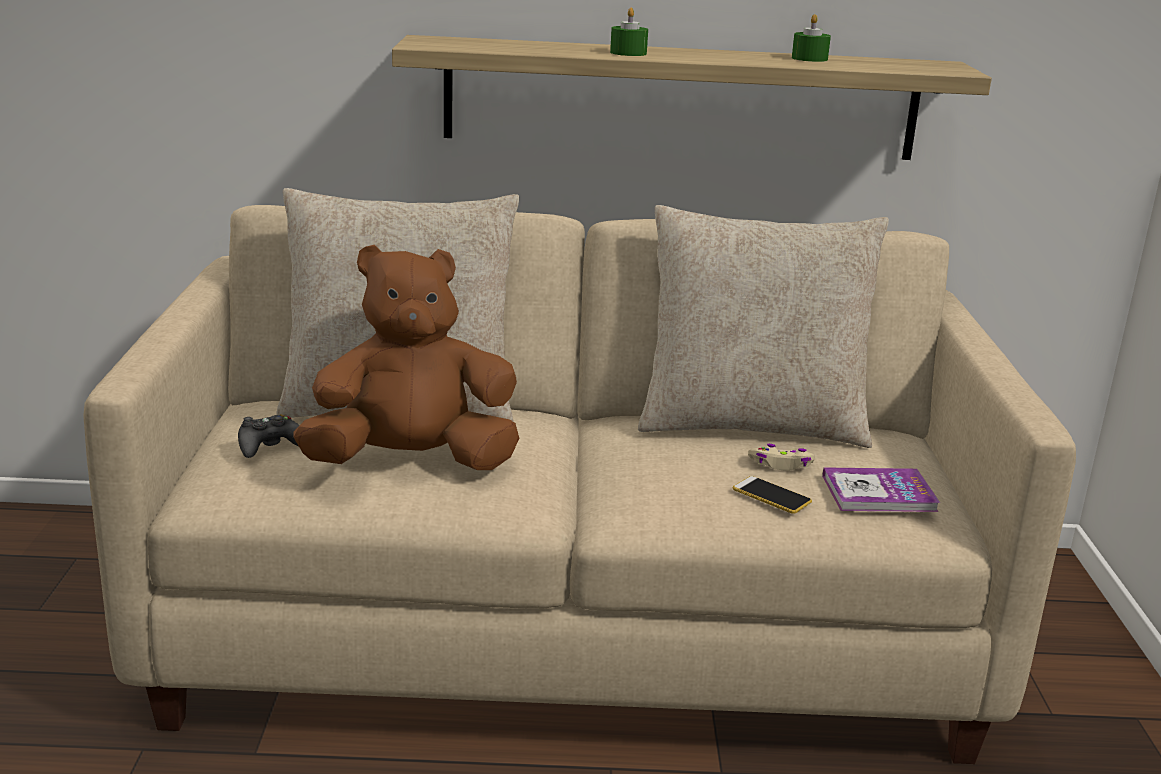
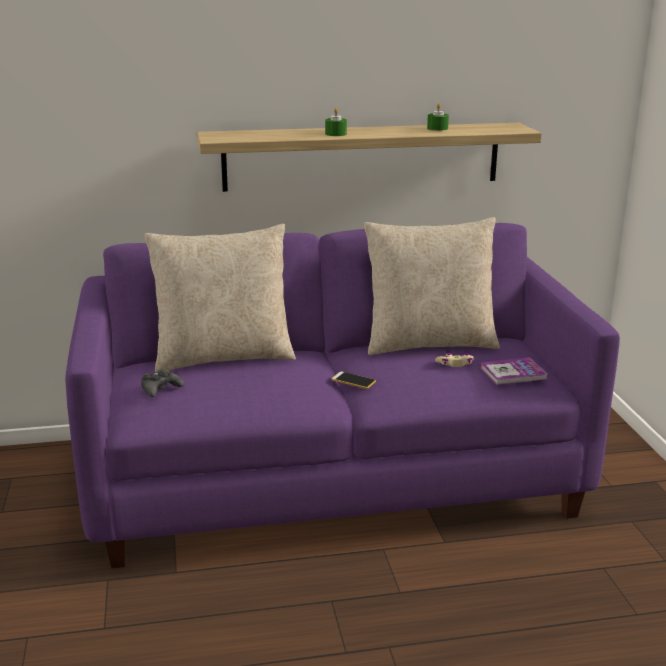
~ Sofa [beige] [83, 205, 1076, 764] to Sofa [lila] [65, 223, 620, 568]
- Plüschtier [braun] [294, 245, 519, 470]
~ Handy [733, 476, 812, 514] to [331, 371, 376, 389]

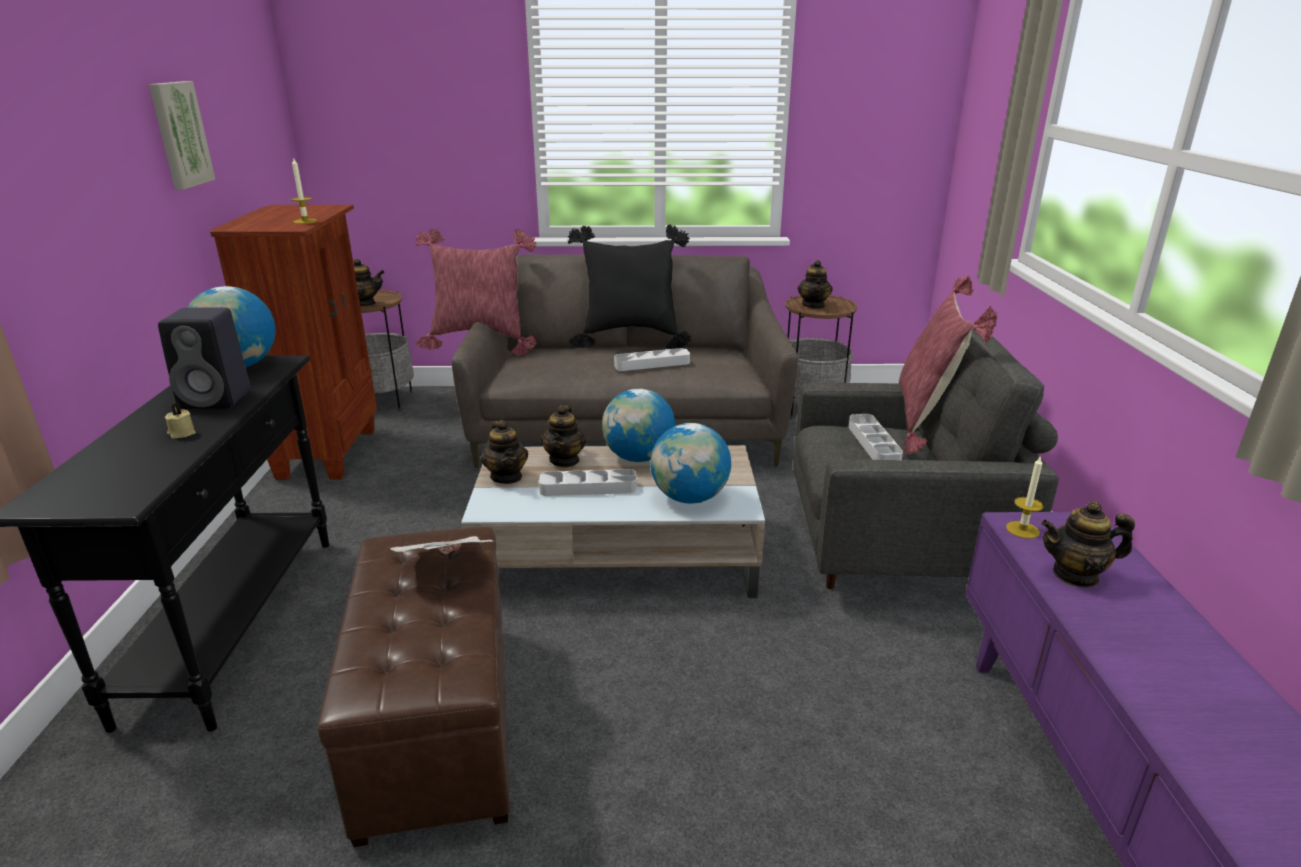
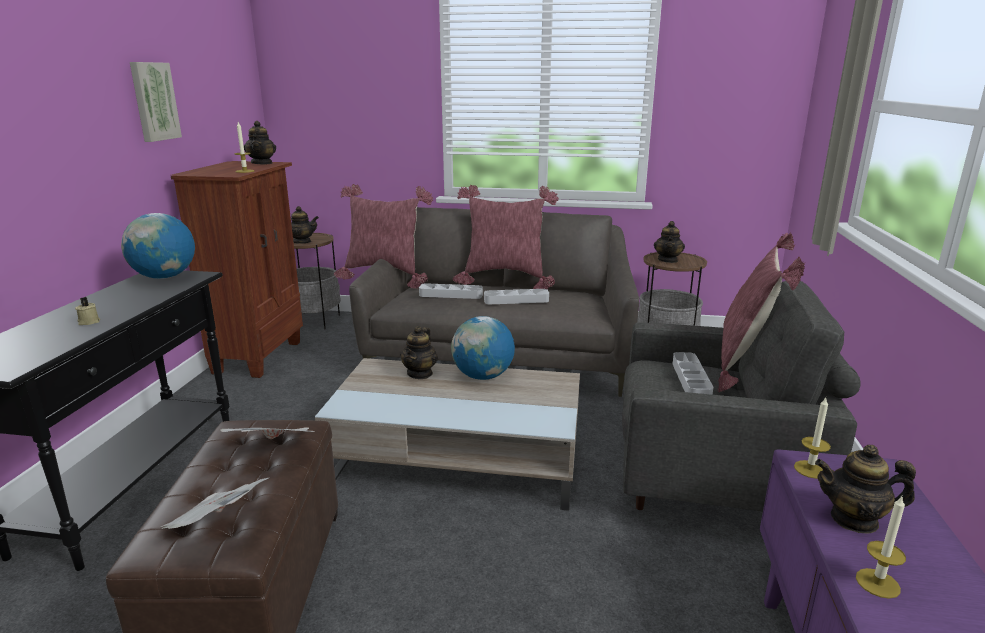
- Lautsprecher [schwarz] [158, 307, 251, 409]
~ Teekanne [481, 420, 528, 484] to [244, 121, 276, 164]
~ Tablett [grau] [539, 469, 637, 496] to [419, 283, 483, 299]
~ Kissen [schwarz] [567, 224, 691, 349] to Kissen [rot] [452, 185, 559, 289]
- Globus [651, 423, 731, 504]
+ Zeitung [161, 478, 269, 529]
+ Kerze [856, 497, 906, 599]

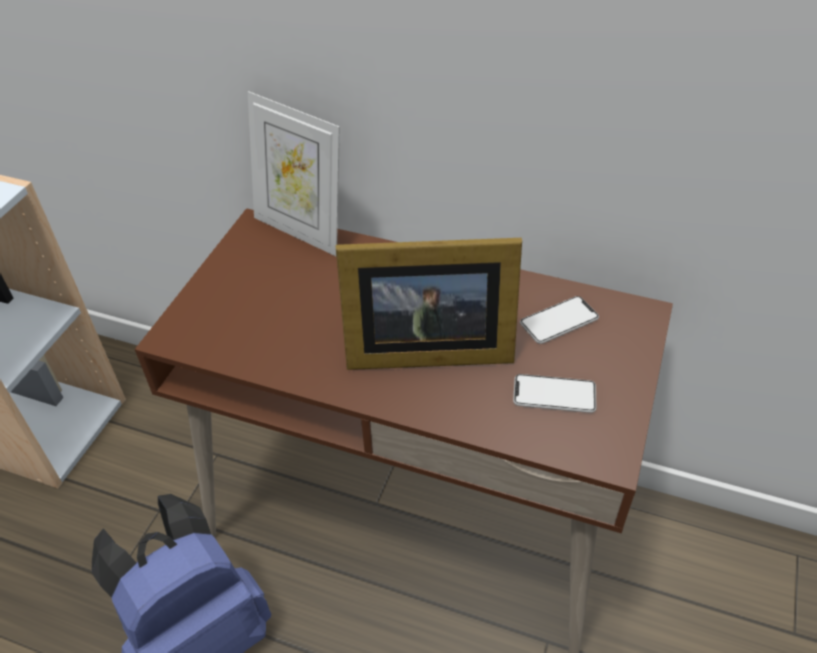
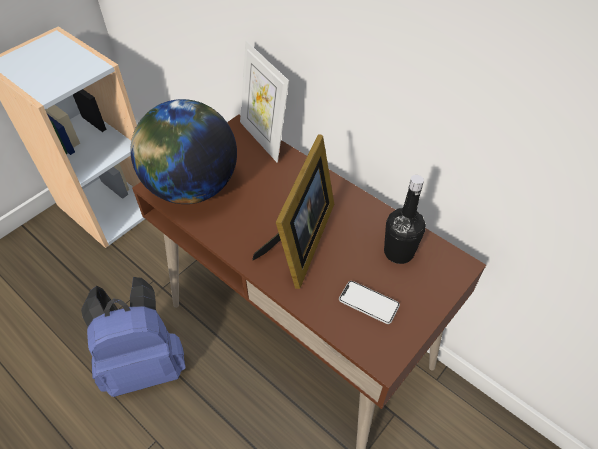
~ Bilderrahmen [336, 238, 522, 370] = [252, 134, 334, 289] 90 degrees counterclockwise
~ Handy [520, 296, 599, 344] to Flasche [schwarz] [384, 175, 426, 264]
+ Globus [130, 99, 237, 204]

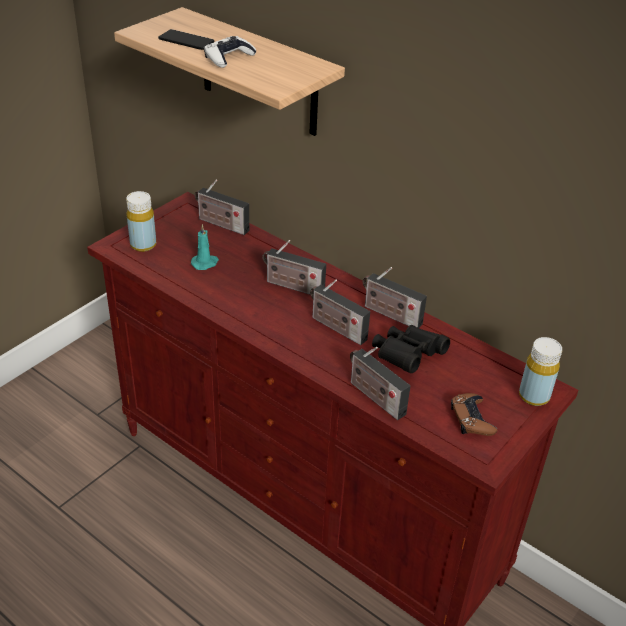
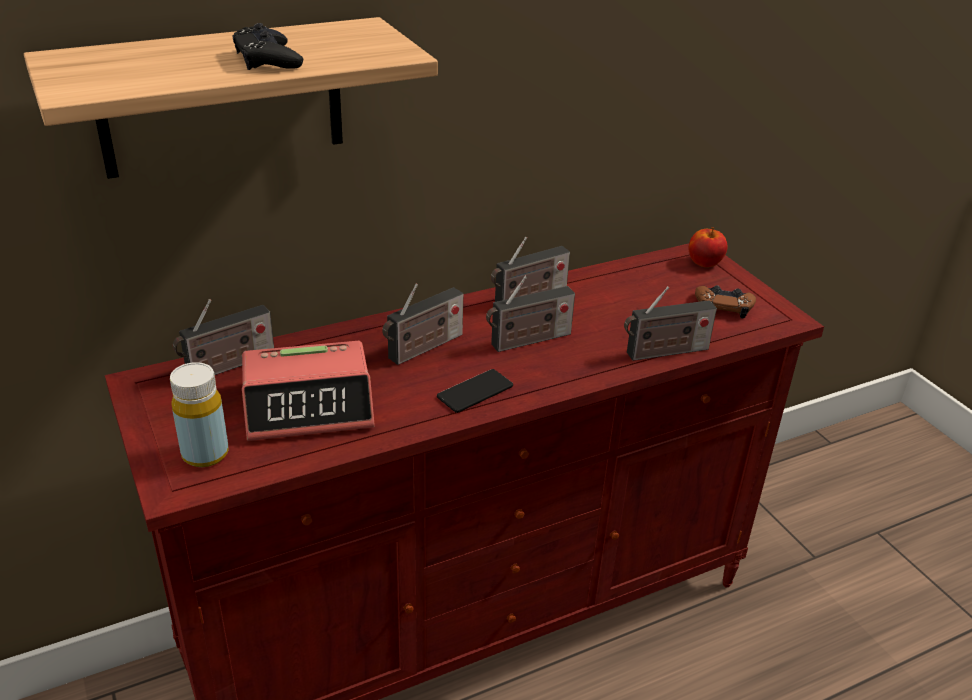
~ Handy [158, 29, 214, 50] to [437, 369, 513, 413]
~ Kerze [türkis] [191, 224, 219, 270] to Wecker [242, 341, 374, 441]
~ Gamepad [weiß] [204, 36, 256, 68] to Gamepad [schwarz] [232, 23, 303, 70]
- Fernglas [schwarz] [372, 325, 450, 373]
~ Flasche [gelb] [519, 337, 562, 406] to Apfel [689, 227, 728, 267]

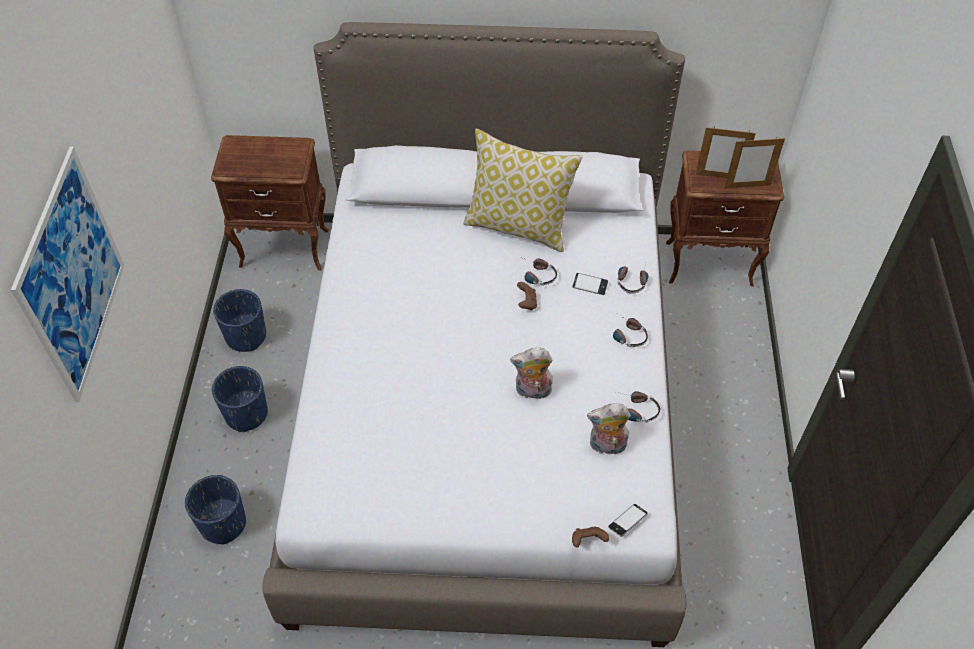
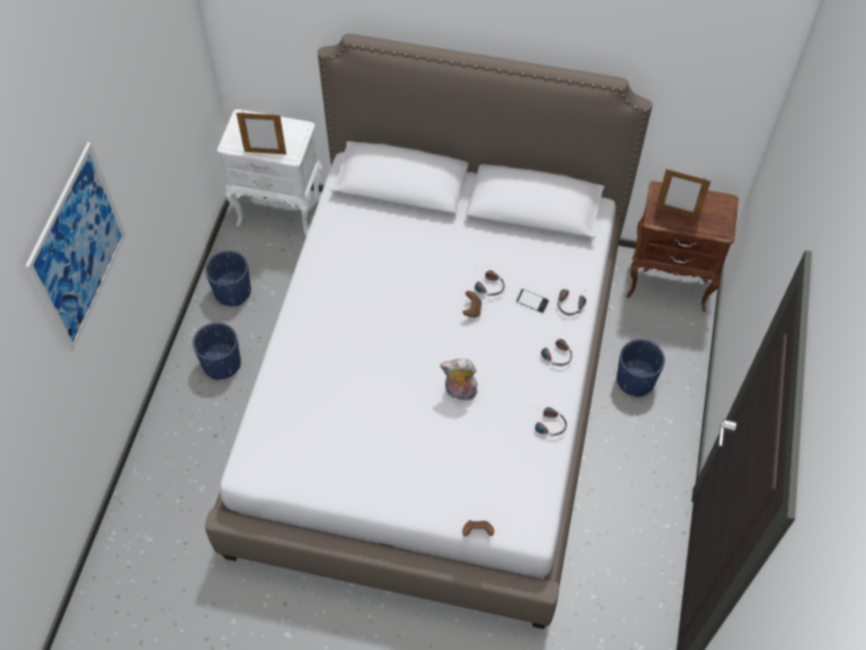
~ Pflanzkübel [blau] [185, 475, 246, 545] to [617, 339, 665, 397]
~ Nachttisch [braun] [211, 135, 329, 271] to Nachttisch [weiß] [217, 109, 322, 236]
- Kissen [464, 129, 583, 252]
- Plüschtier [587, 403, 631, 454]
- Handy [608, 504, 648, 536]
~ Bilderrahmen [724, 138, 785, 189] to [236, 111, 286, 154]

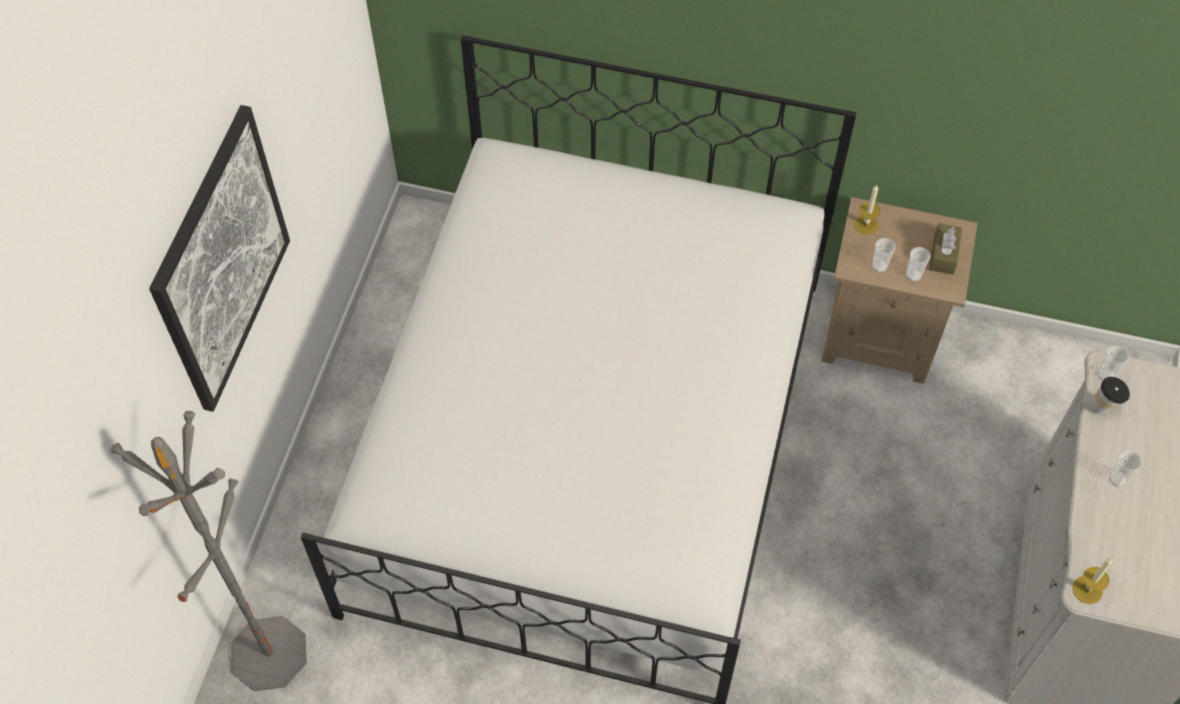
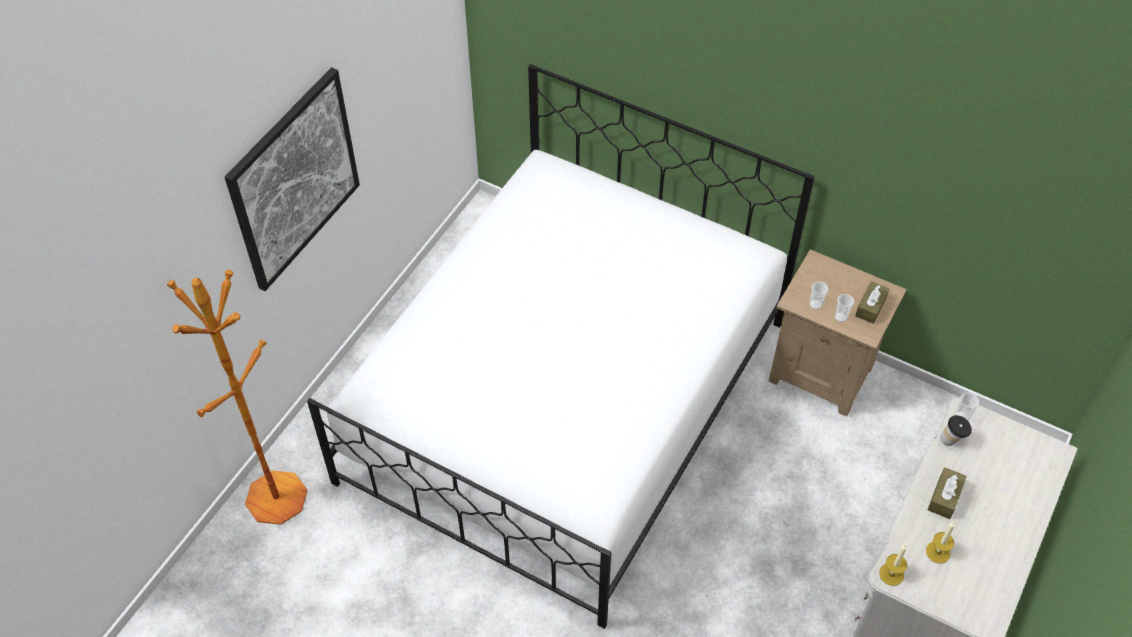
~ Kleiderständer [grau] [110, 411, 307, 691] to Kleiderständer [orange] [167, 270, 308, 525]
~ Kerze [854, 185, 880, 235] to [926, 522, 955, 563]
~ Tasse [1109, 451, 1142, 487] to Taschentuchbox [braun] [928, 467, 967, 519]

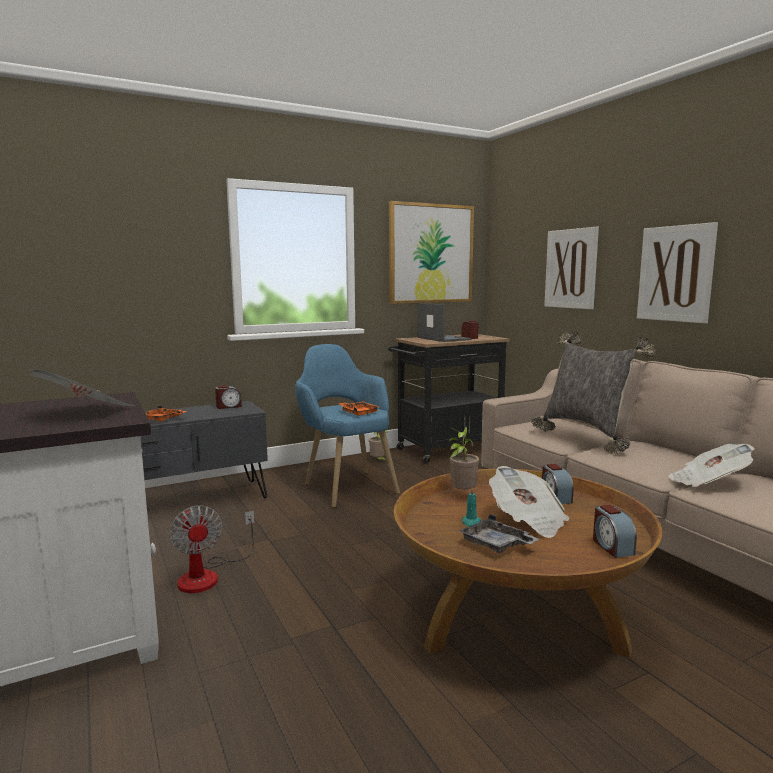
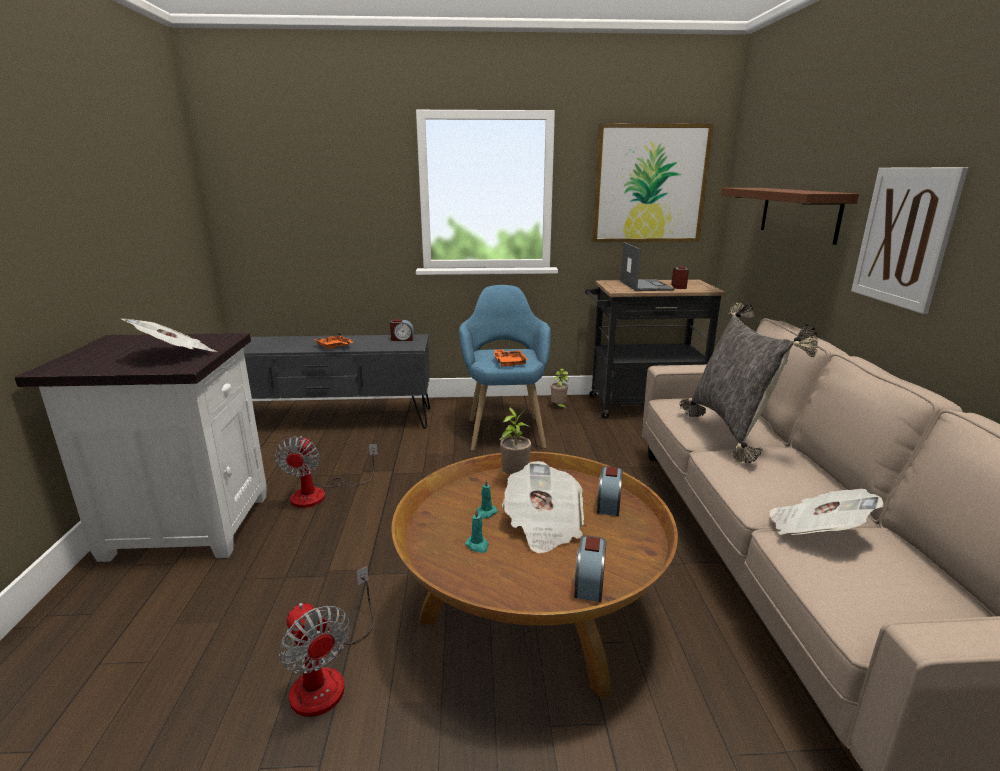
~ Tablett [grau] [459, 514, 539, 553] to Kerze [türkis] [465, 509, 488, 553]
~ Bild [544, 227, 599, 309] to Wandregal [braun] [721, 188, 859, 245]
+ Ventilator [279, 566, 374, 717]

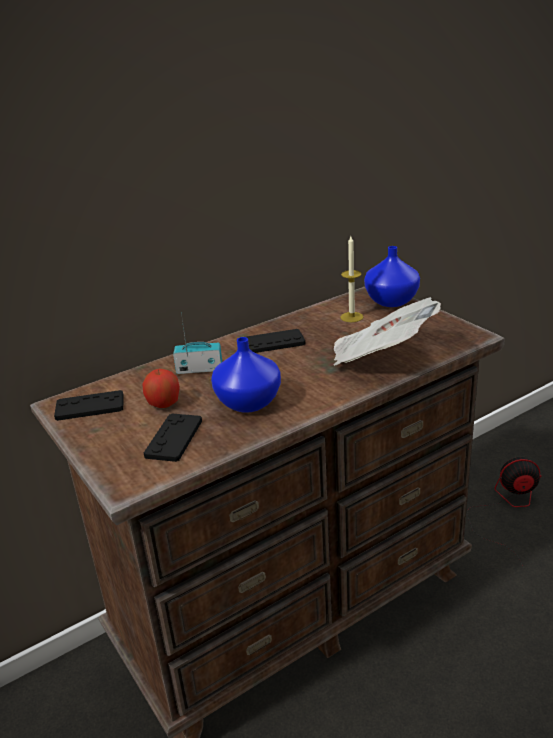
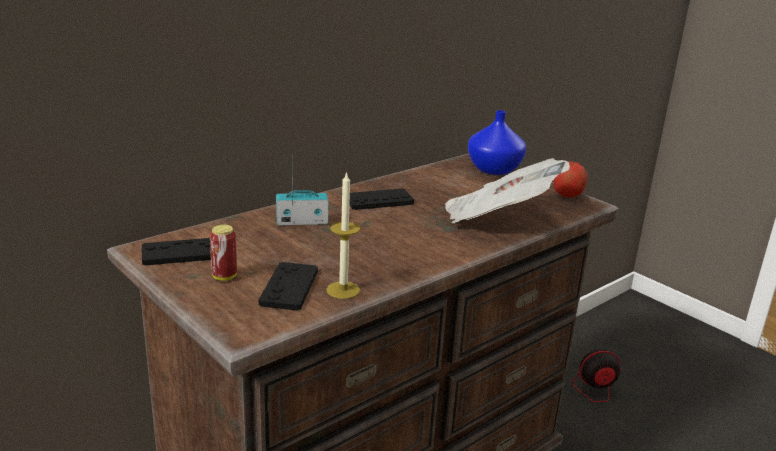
~ Apfel [142, 369, 180, 408] to [554, 161, 588, 198]
- Vase [blau] [211, 337, 281, 413]
~ Kerze [341, 236, 363, 322] to [326, 171, 360, 299]
+ Dose [210, 225, 237, 281]

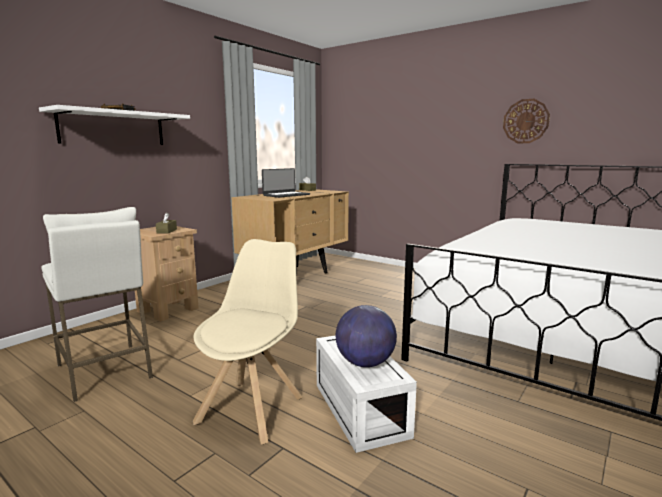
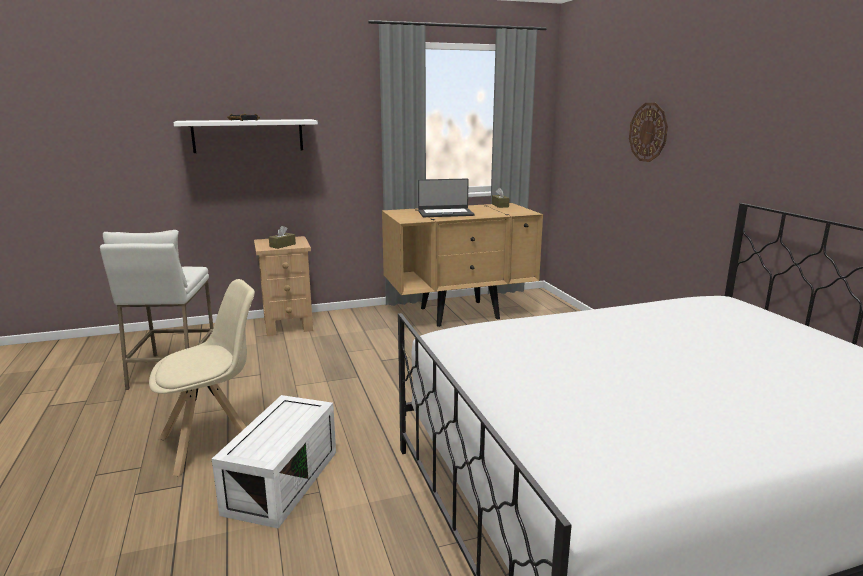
- Globus [336, 305, 397, 367]
~ Wanduhr [503, 99, 550, 143] to [629, 103, 668, 162]

